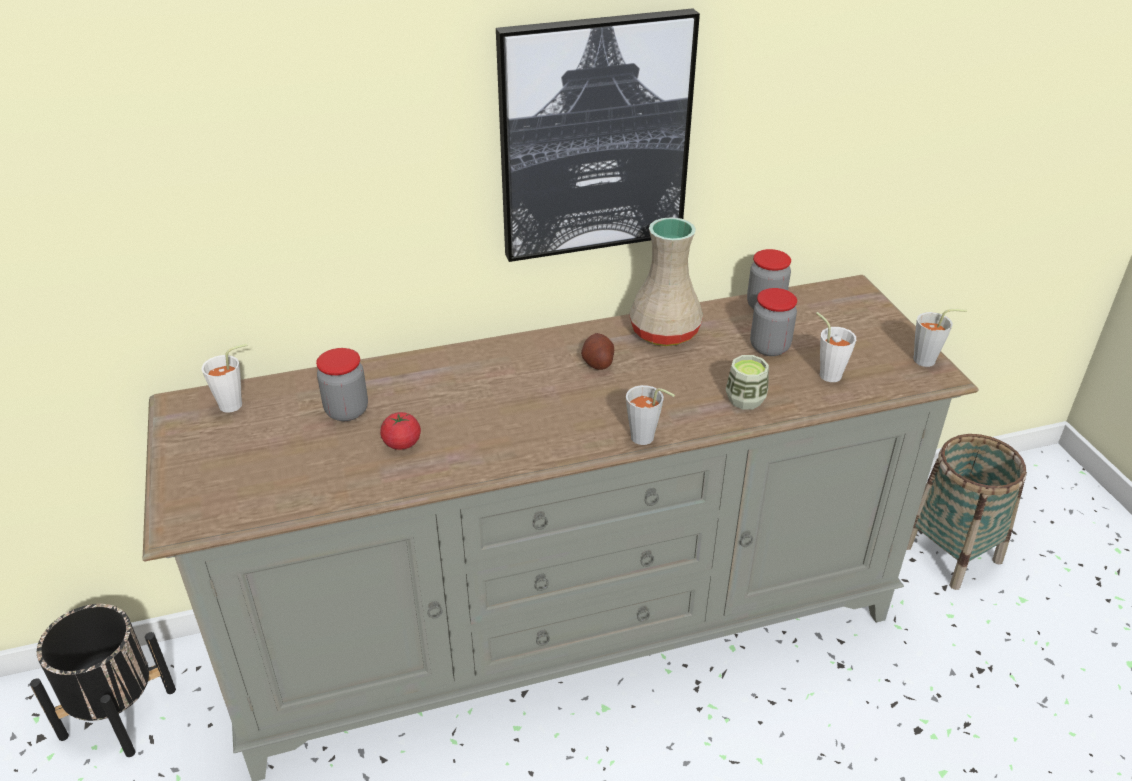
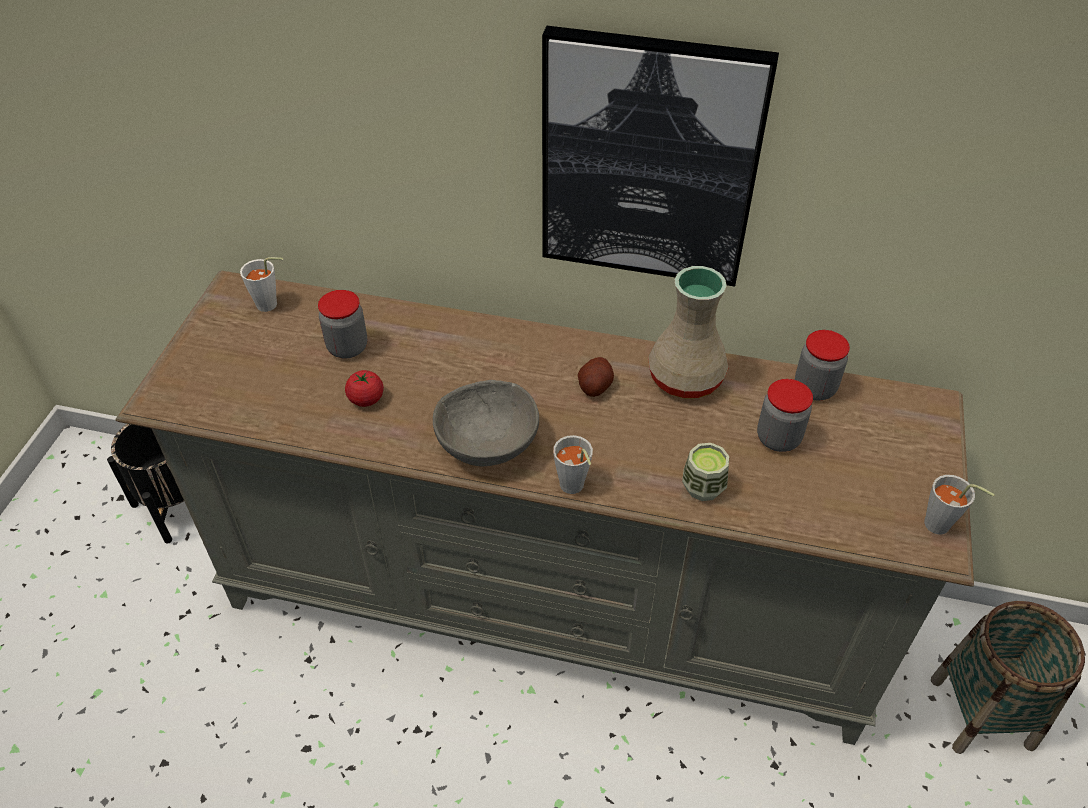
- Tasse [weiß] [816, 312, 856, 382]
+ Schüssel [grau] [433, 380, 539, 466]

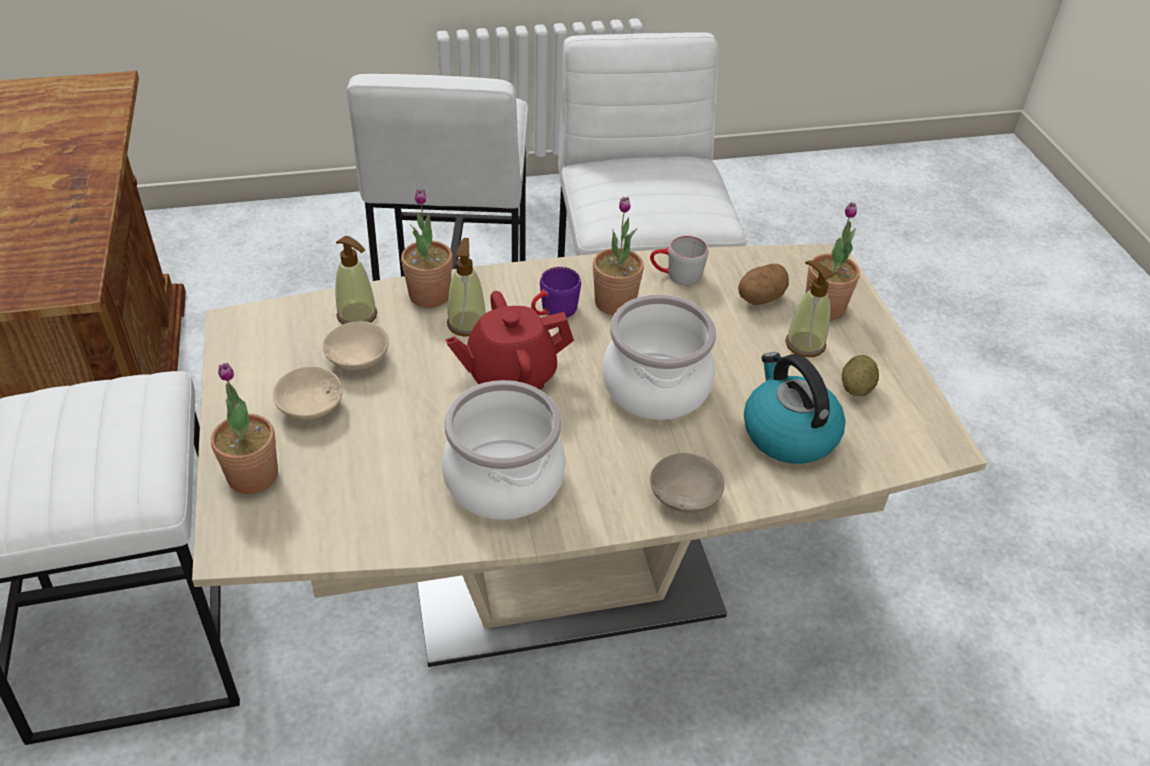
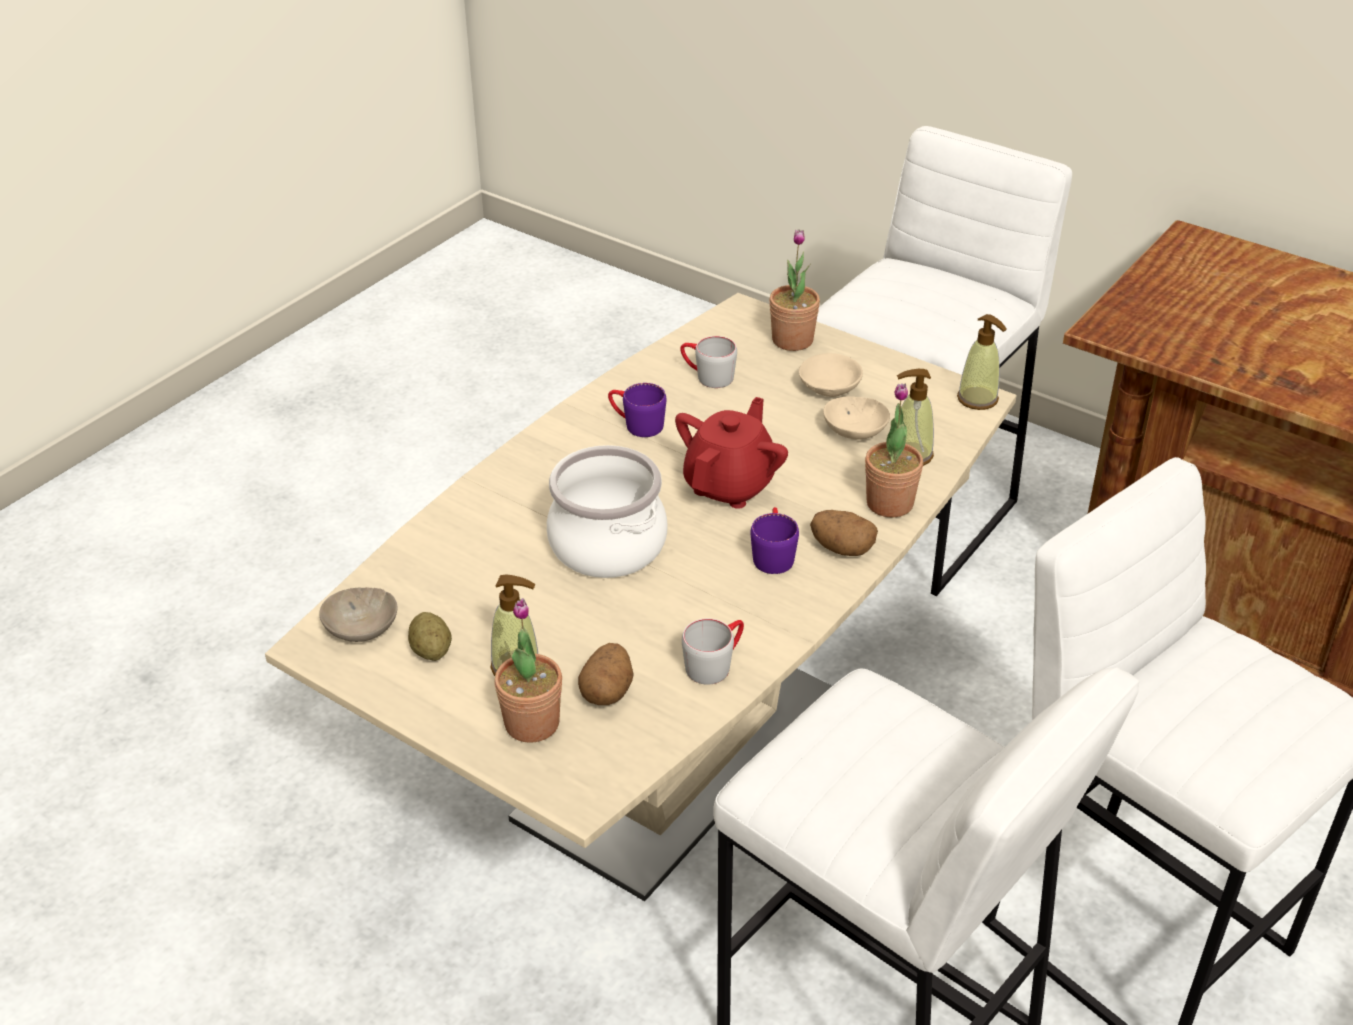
~ Kochtopf [442, 380, 566, 520] to Henkelbecher [lila] [608, 383, 666, 437]
~ Seifenspender [447, 238, 486, 337] to [957, 314, 1007, 410]
- Topfpflanze [593, 197, 644, 315]
~ Schüssel [beige] [650, 453, 724, 513] to [319, 587, 398, 642]
- Wasserkessel [744, 352, 845, 464]
+ Henkelbecher [grau] [680, 336, 737, 388]
+ Kartoffel [810, 510, 878, 556]

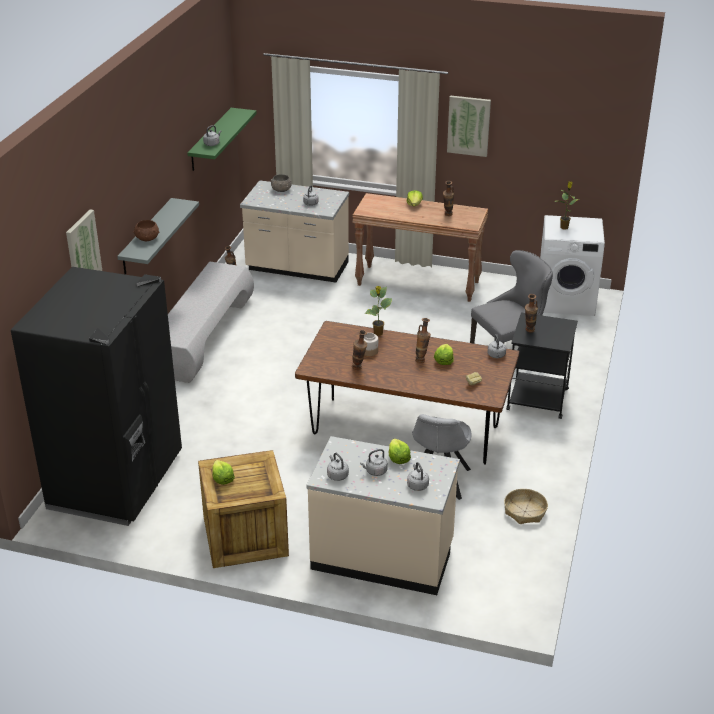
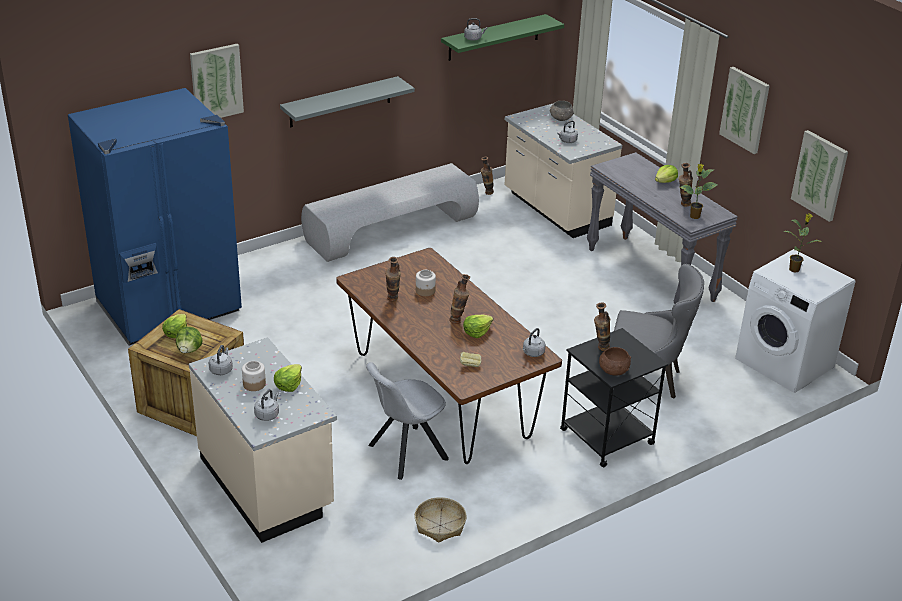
~ Kühlschrank [schwarz] [11, 267, 182, 526] to Kühlschrank [blau] [68, 88, 242, 346]
~ Schüssel [braun] [134, 220, 159, 242] to [599, 347, 631, 376]
~ Konsolentisch [braun] [352, 193, 488, 302] to Konsolentisch [grau] [587, 152, 738, 304]
~ Wasserkessel [grau] [360, 449, 388, 476] to Vorratsglas [242, 361, 266, 391]
~ Topfpflanze [365, 286, 392, 336] to [680, 163, 718, 219]
+ Salatkopf [176, 327, 203, 353]
+ Bild [791, 130, 848, 222]

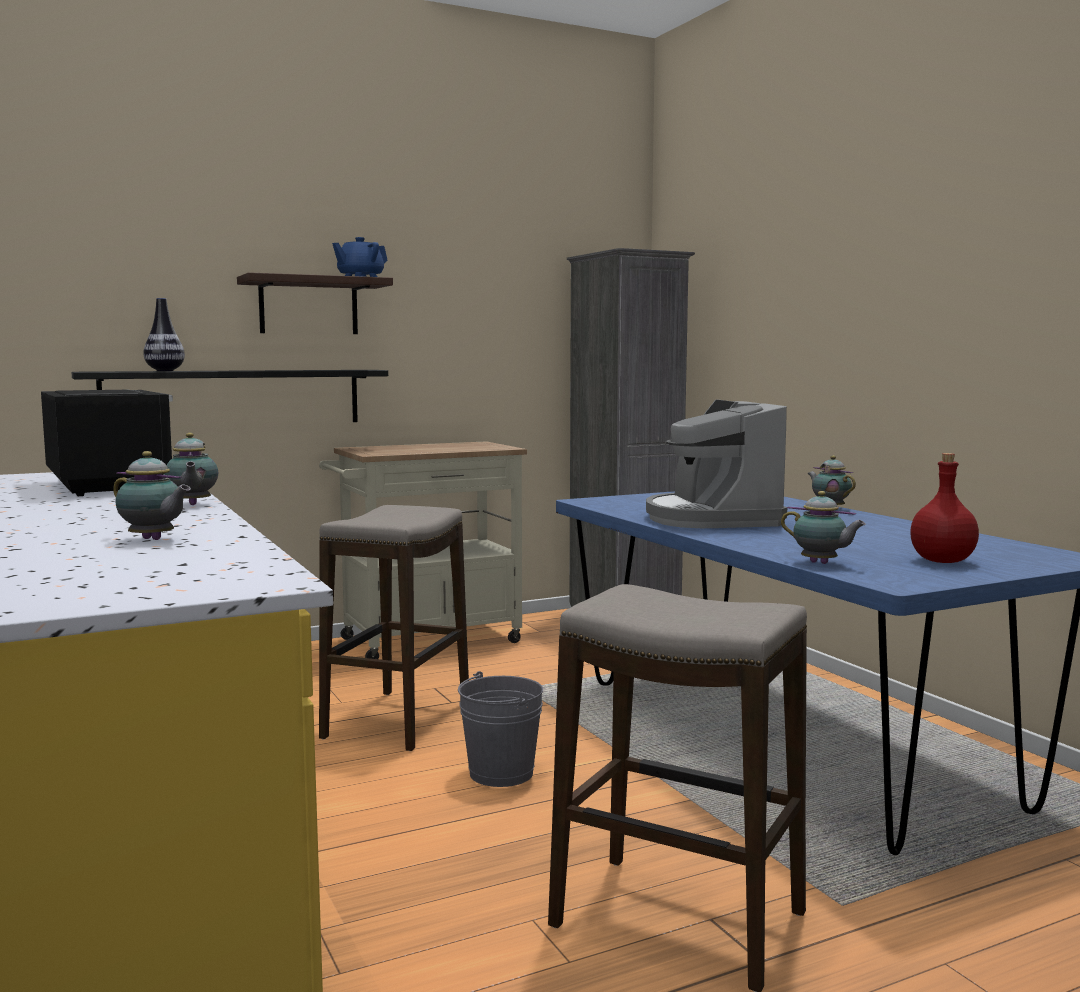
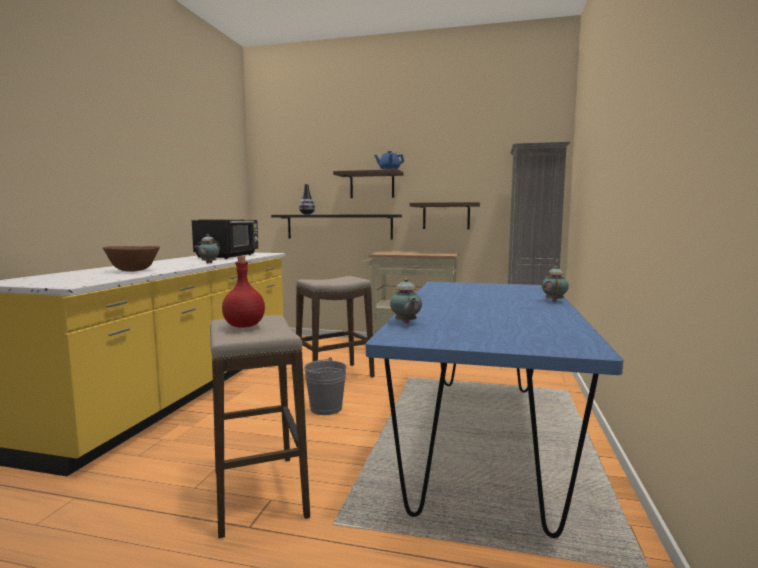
~ Teekanne [113, 451, 191, 540] to Schüssel [braun] [102, 246, 160, 272]
- Kaffeemaschine [646, 400, 787, 528]
~ Flasche [rot] [910, 453, 979, 563] to [222, 256, 265, 328]
+ Wandregal [410, 202, 480, 229]

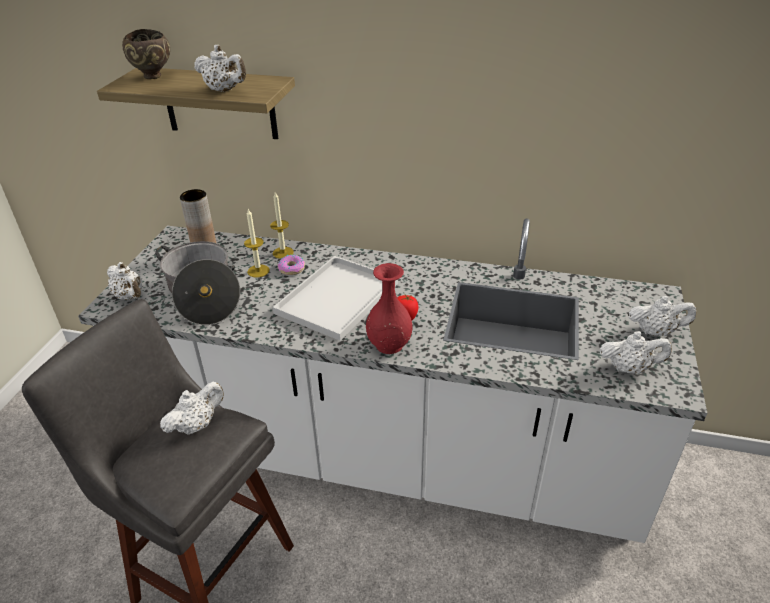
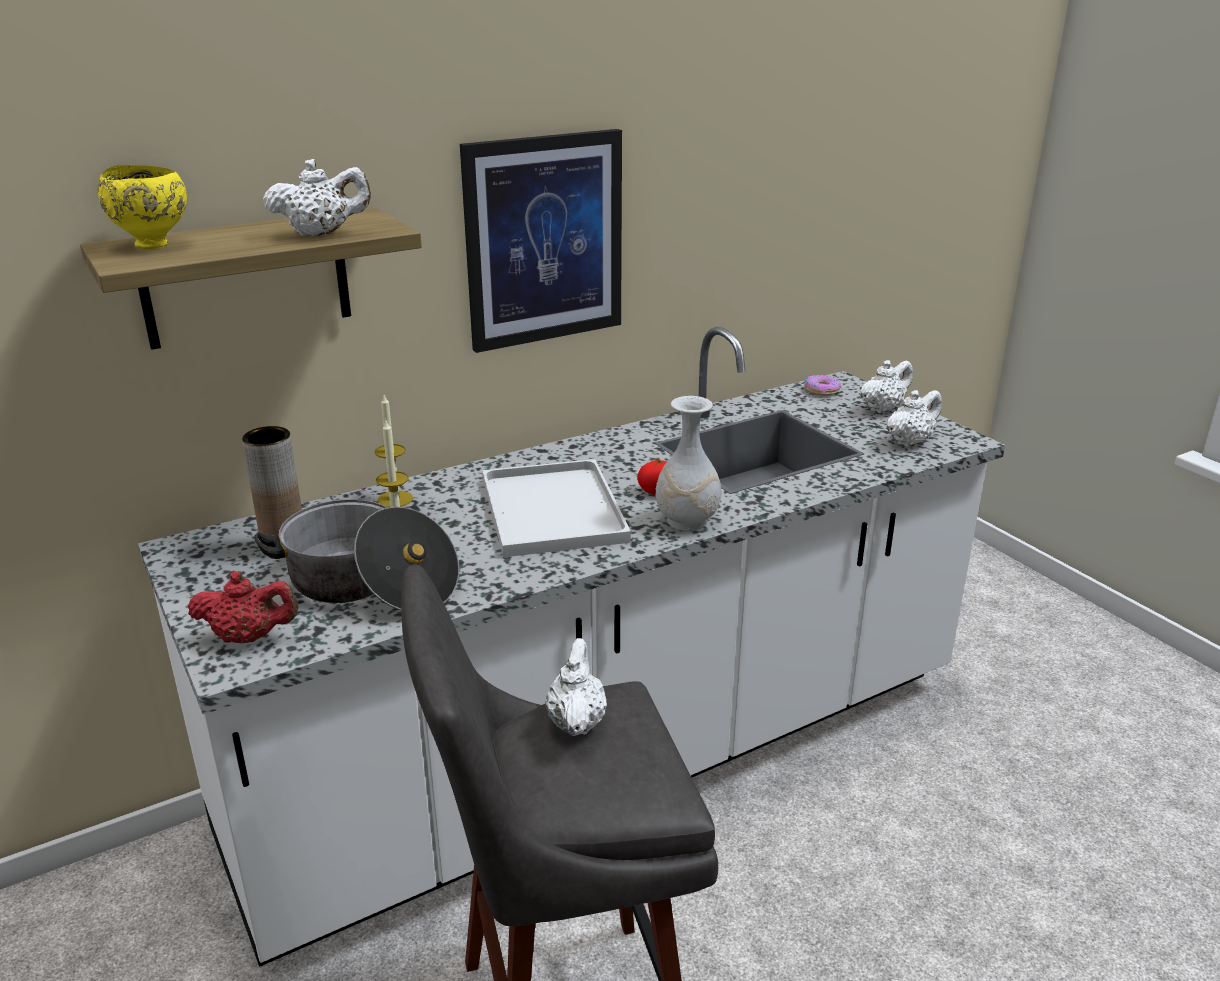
~ Teekanne [weiß] [107, 262, 142, 300] to Teekanne [rot] [188, 571, 298, 643]
~ Schüssel [braun] [122, 29, 170, 79] to Schüssel [gelb] [98, 165, 187, 249]
~ Donut [278, 255, 305, 275] to [804, 375, 841, 396]
~ Vase [rot] [366, 263, 413, 354] to Vase [weiß] [656, 396, 722, 531]
+ Bild [460, 129, 622, 353]

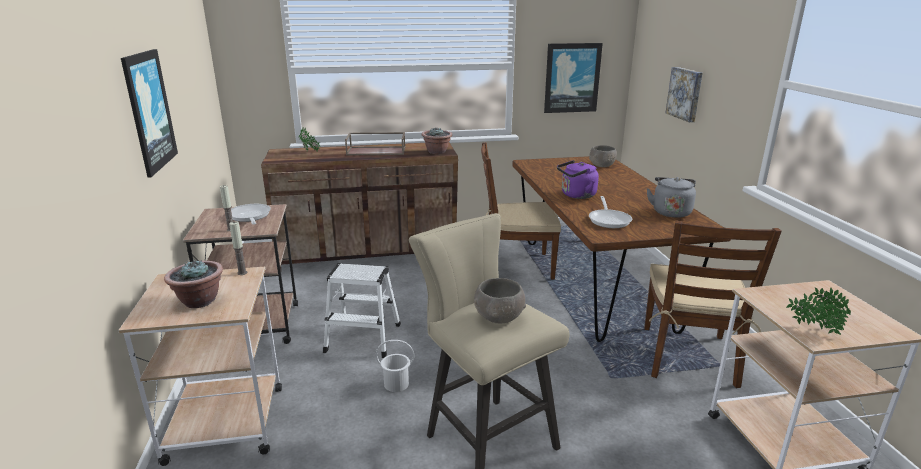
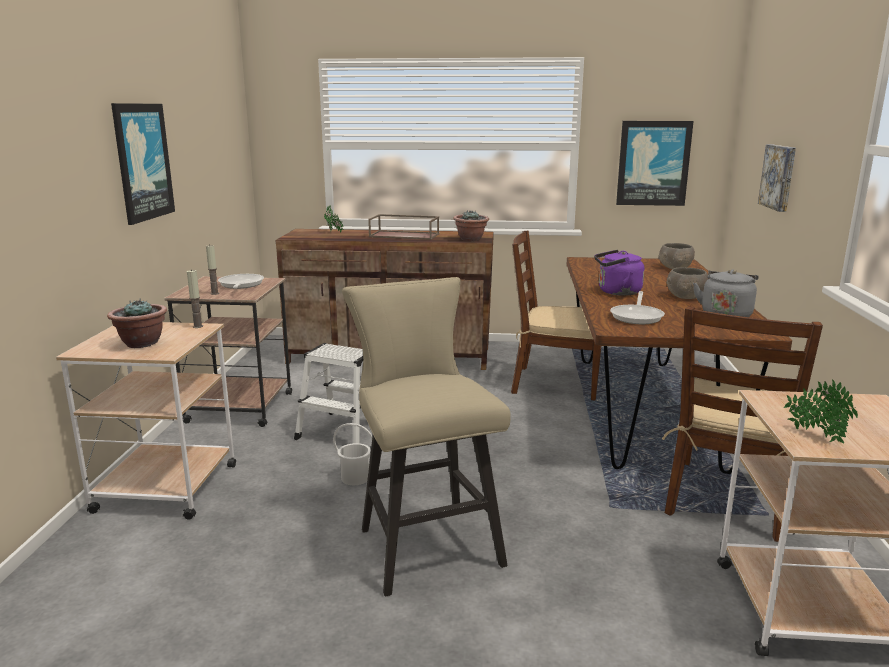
~ Schüssel [grau] [474, 278, 526, 323] to [666, 267, 709, 299]

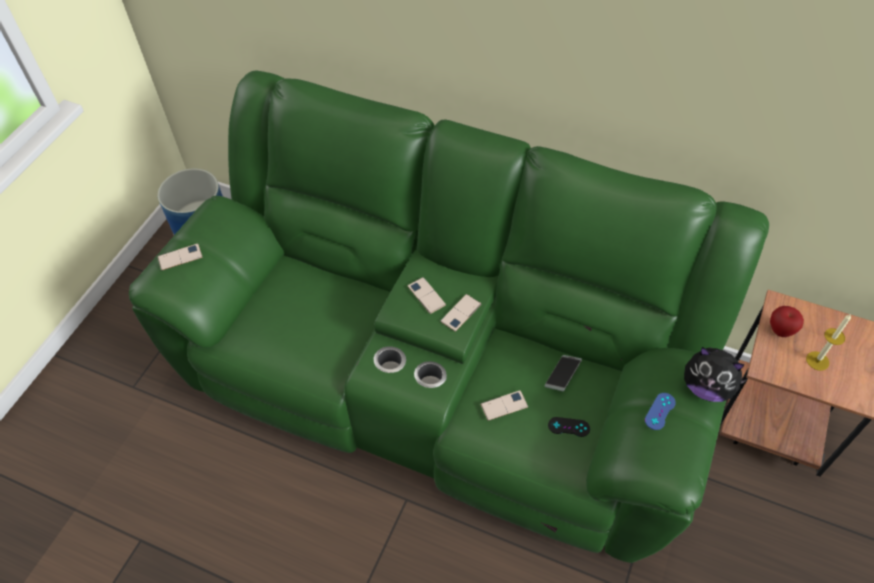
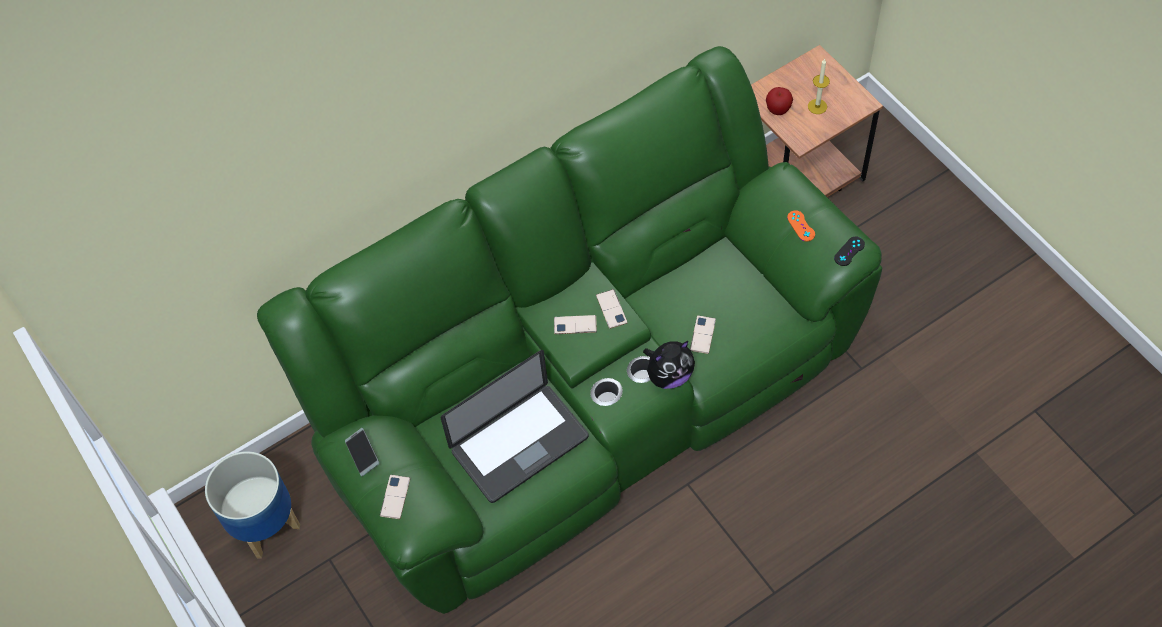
~ Handy [544, 355, 582, 391] to [345, 428, 379, 476]
~ Gamepad [schwarz] [548, 417, 590, 437] to [834, 237, 865, 266]
~ Gamepad [blau] [645, 393, 676, 430] to Gamepad [orange] [787, 210, 815, 241]
~ Plüschtier [684, 347, 748, 402] to [643, 341, 695, 389]
+ Laptop [441, 350, 589, 503]

